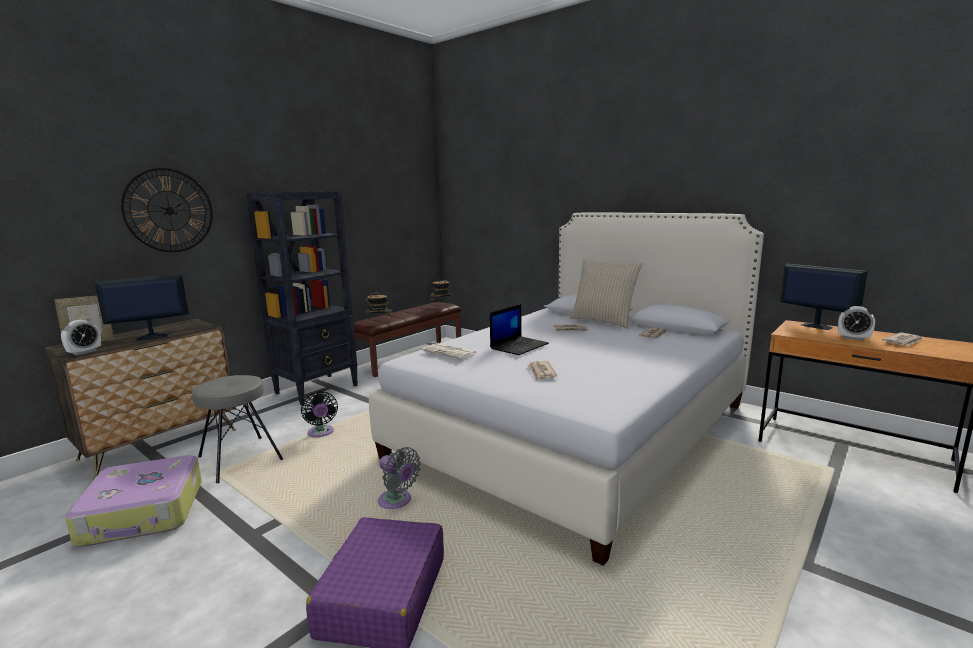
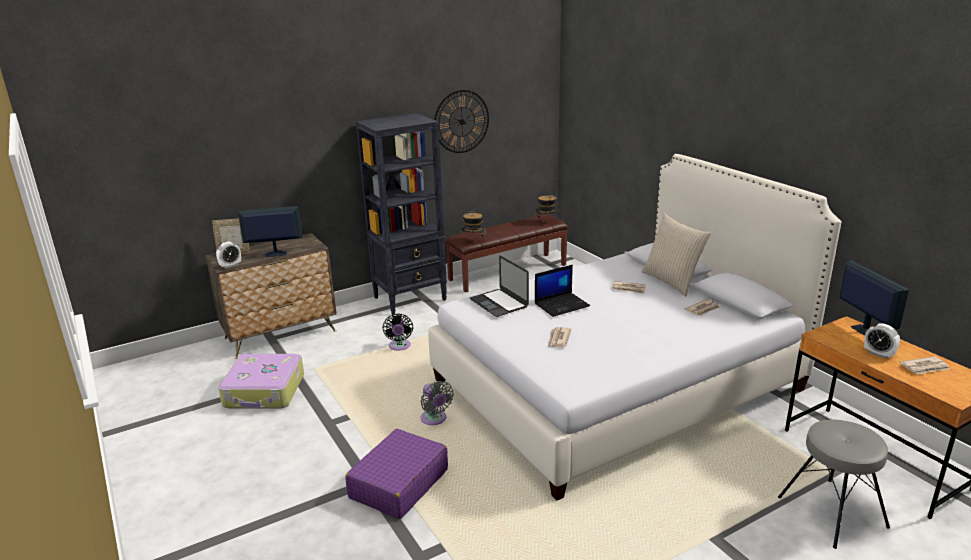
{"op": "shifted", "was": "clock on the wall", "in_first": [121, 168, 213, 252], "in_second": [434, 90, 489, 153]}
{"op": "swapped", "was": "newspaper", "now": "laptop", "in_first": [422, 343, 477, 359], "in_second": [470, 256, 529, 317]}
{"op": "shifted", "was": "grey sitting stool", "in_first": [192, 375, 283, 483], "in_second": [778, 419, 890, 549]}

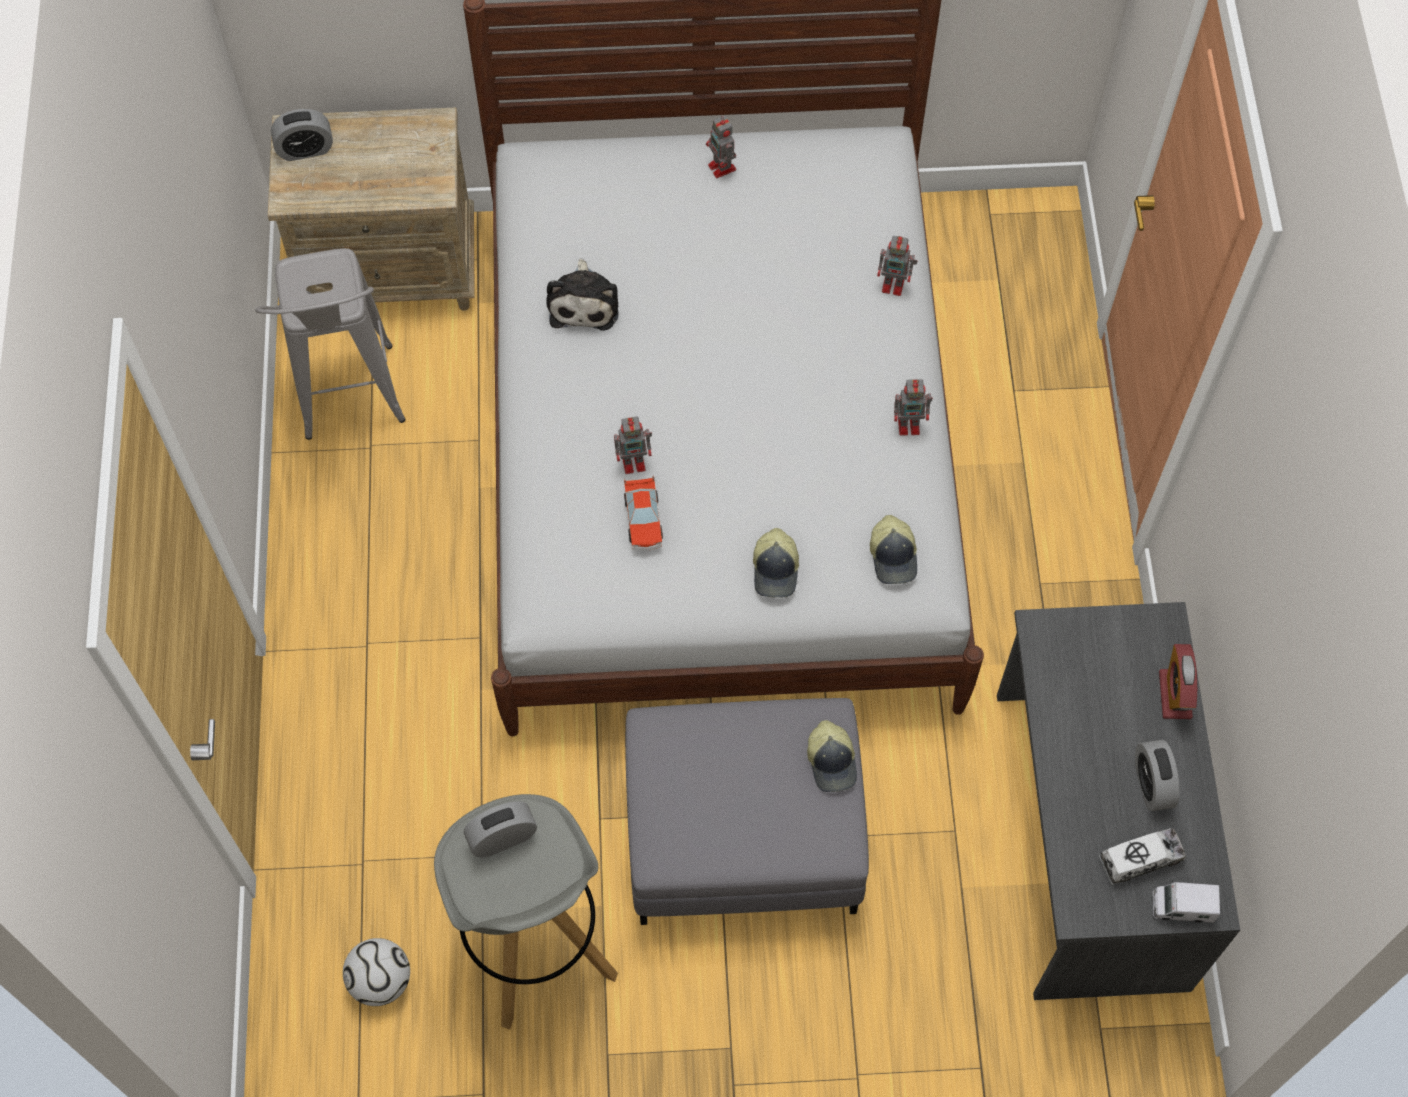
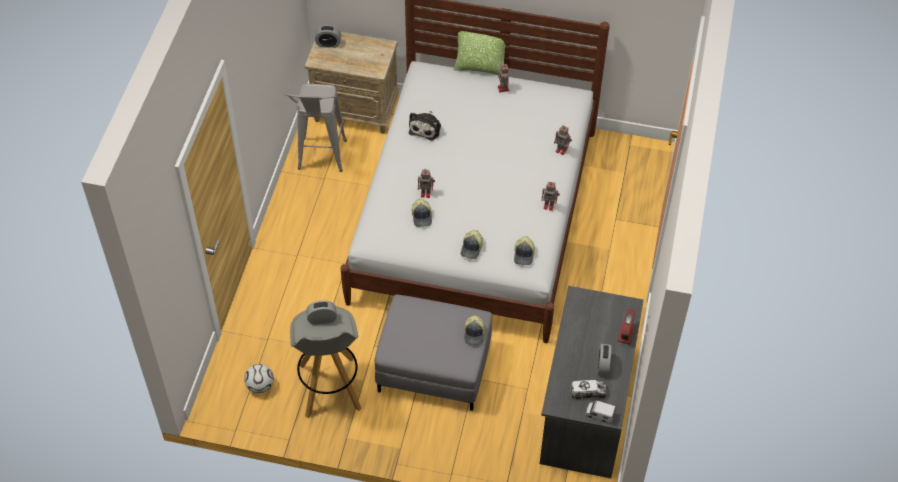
{"op": "swapped", "was": "model car", "now": "baseball cap", "in_first": [624, 476, 663, 551], "in_second": [412, 199, 432, 227]}
{"op": "new", "now": "pillow", "in_second": [454, 25, 506, 75]}

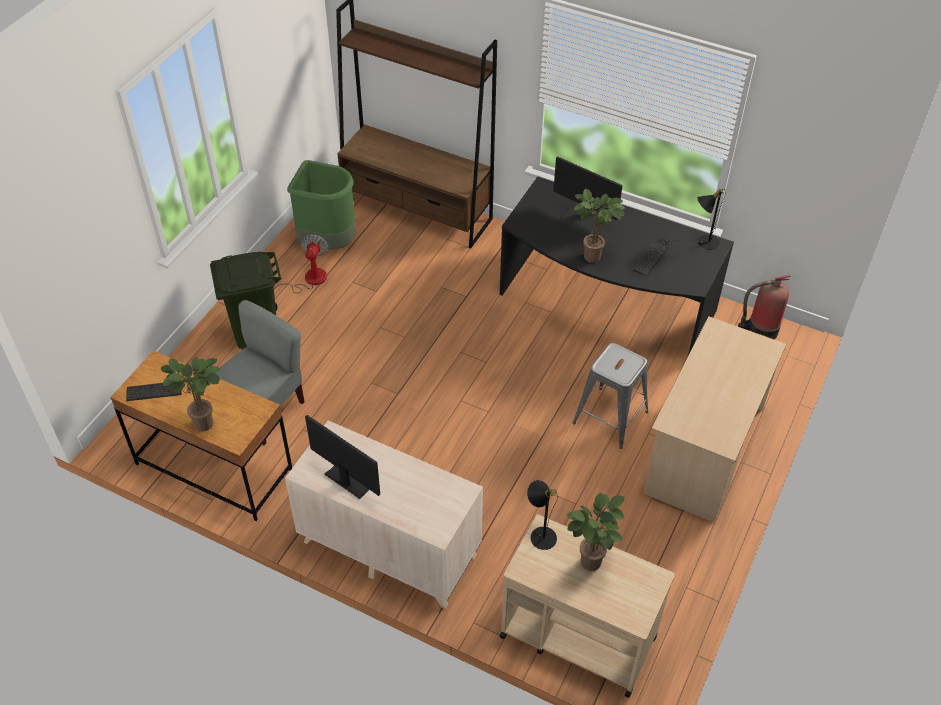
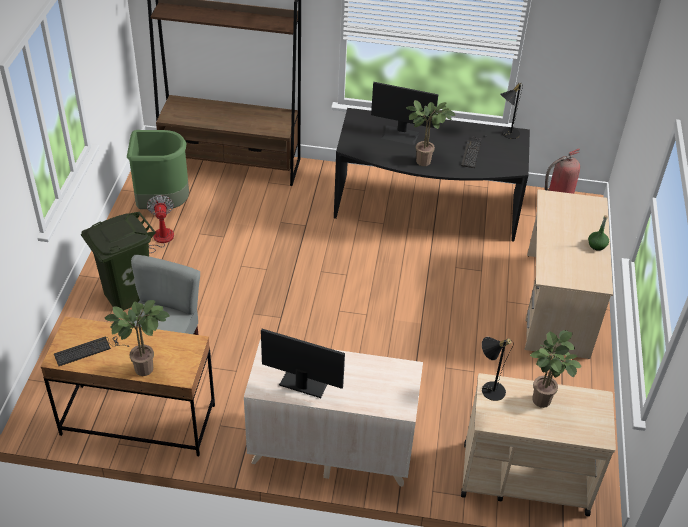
{"op": "new", "now": "greenish beverage bottle", "in_second": [588, 215, 609, 251]}
{"op": "gone", "was": "grey sitting stool", "in_first": [573, 343, 648, 449]}

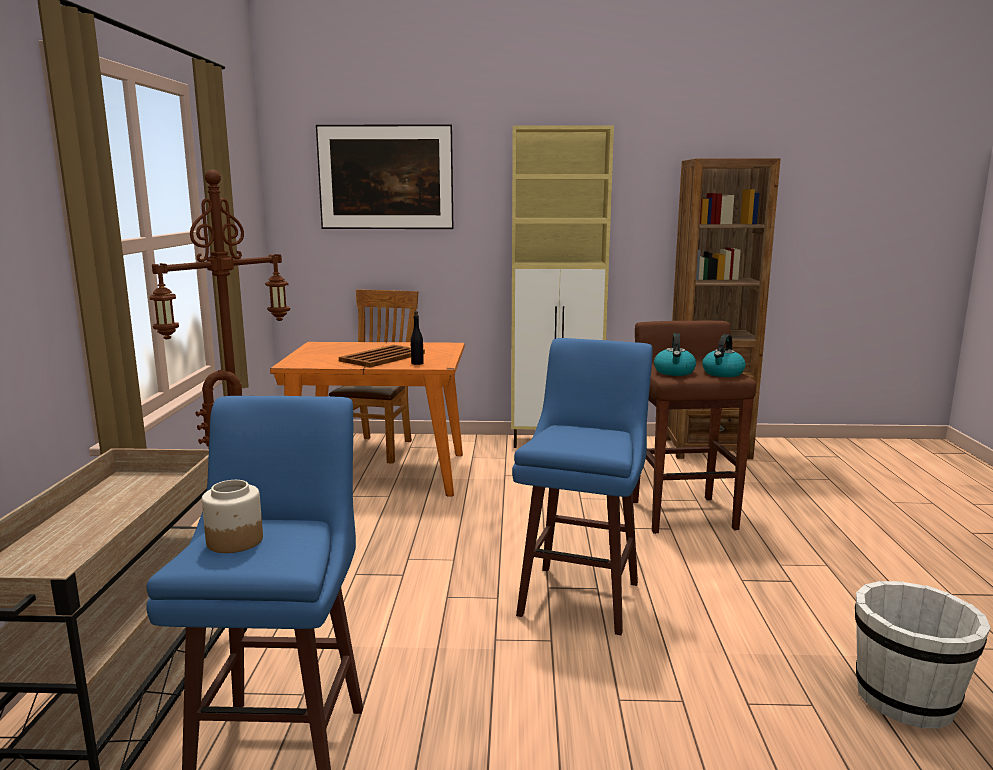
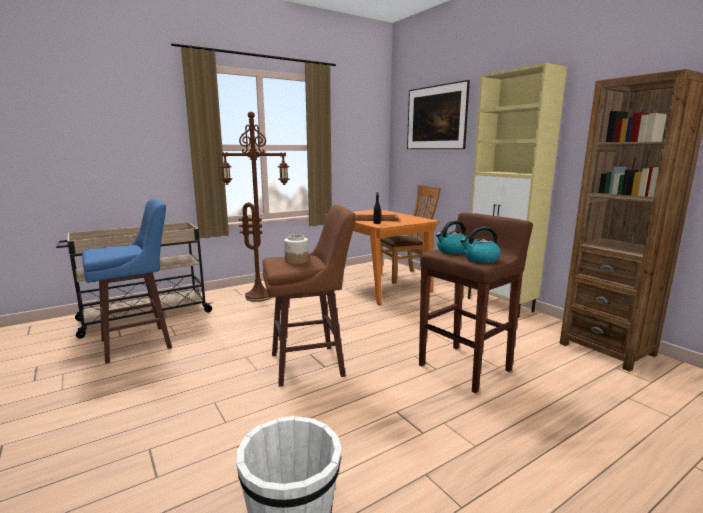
{"op": "repainted", "was": "blue-coloured sitting stool", "now": "brown-coloured sitting stool", "in_first": [512, 338, 653, 635], "in_second": [262, 205, 356, 387]}
{"op": "shifted", "was": "preserve jar", "in_first": [202, 480, 263, 553], "in_second": [284, 235, 309, 264]}

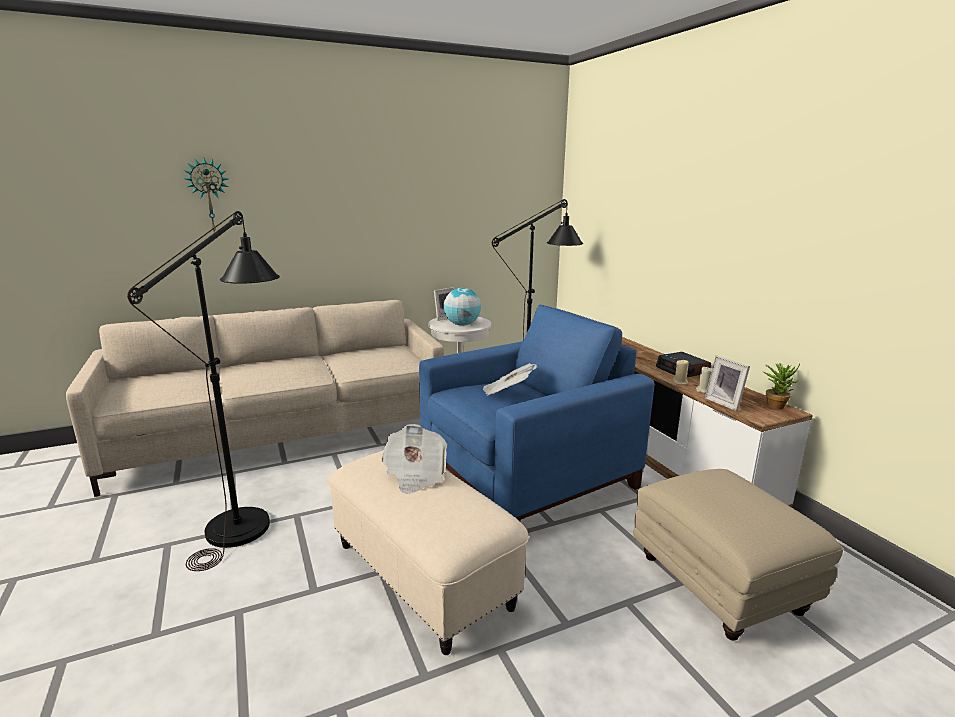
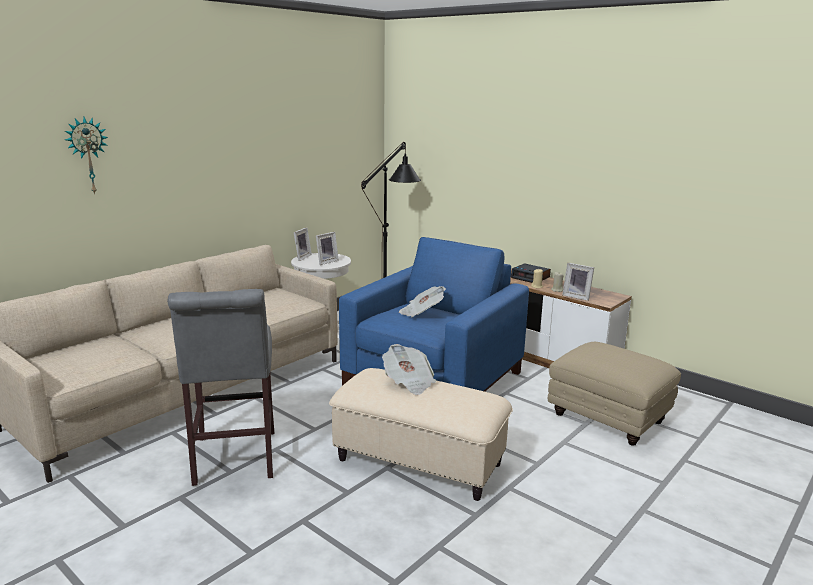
{"op": "swapped", "was": "blackish standard lamp", "now": "grey sitting stool", "in_first": [127, 211, 280, 571], "in_second": [167, 289, 274, 486]}
{"op": "swapped", "was": "desk globe", "now": "standing frame", "in_first": [443, 288, 481, 326], "in_second": [316, 232, 339, 265]}
{"op": "gone", "was": "plant in a pot", "in_first": [764, 363, 800, 409]}

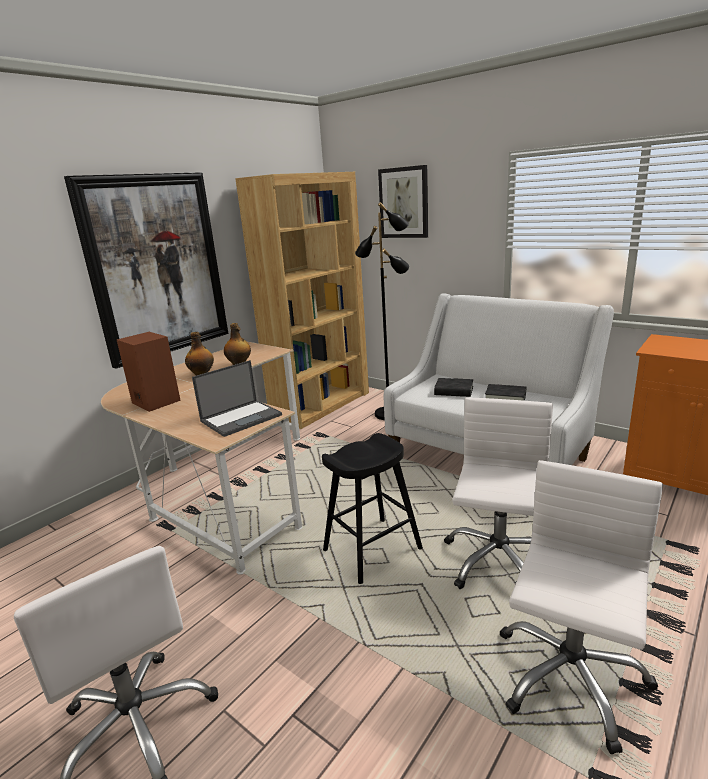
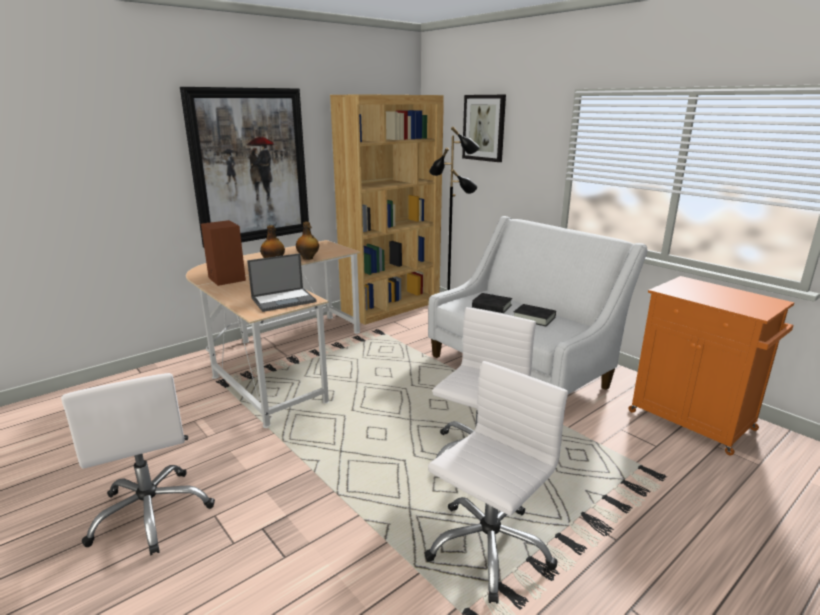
{"op": "gone", "was": "blackish sitting stool", "in_first": [322, 433, 423, 584]}

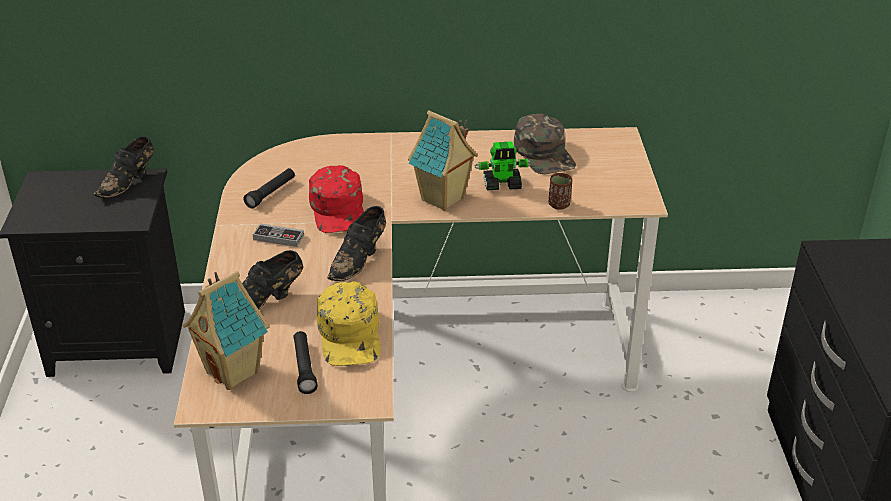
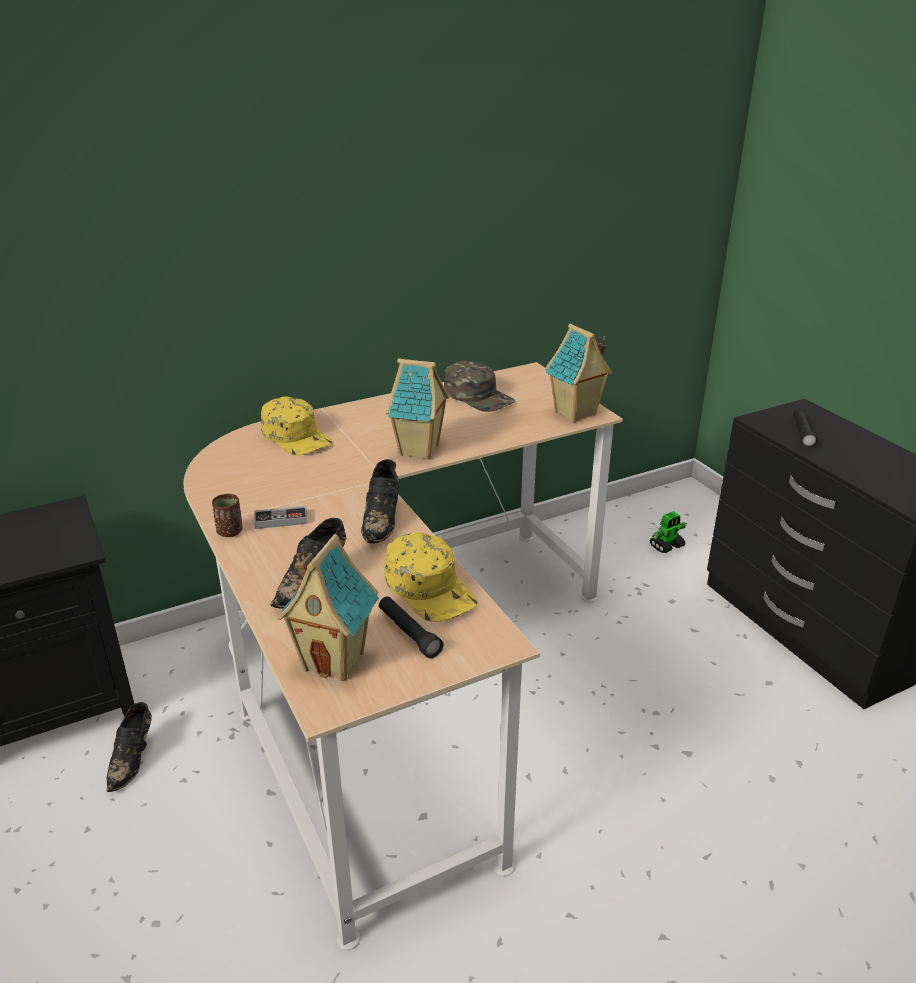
{"op": "shifted", "was": "blackish item of footwear", "in_first": [94, 136, 154, 198], "in_second": [106, 702, 152, 792]}
{"op": "shifted", "was": "brown-coloured cup", "in_first": [548, 173, 572, 210], "in_second": [212, 494, 242, 537]}
{"op": "new", "now": "yellow-coloured baseball cap", "in_second": [261, 397, 332, 455]}
{"op": "new", "now": "toy house", "in_second": [545, 324, 613, 423]}
{"op": "shifted", "was": "model robot", "in_first": [475, 141, 533, 190], "in_second": [650, 511, 687, 553]}
{"op": "shifted", "was": "blackish hand torch", "in_first": [243, 168, 295, 209], "in_second": [793, 409, 818, 448]}
{"op": "gone", "was": "red-coloured baseball cap", "in_first": [309, 165, 364, 233]}

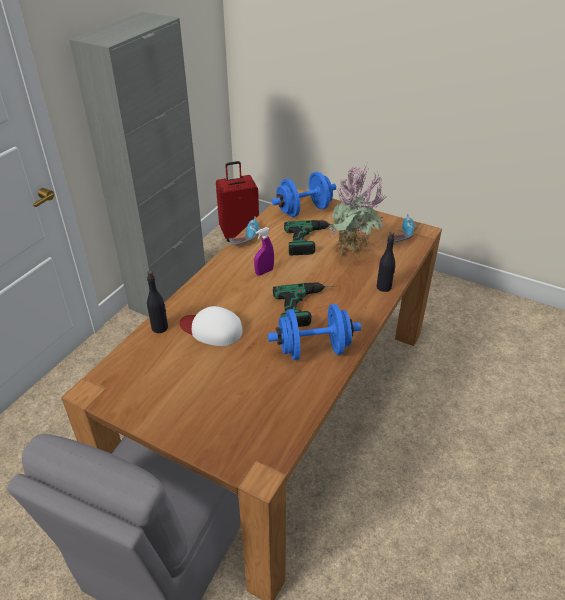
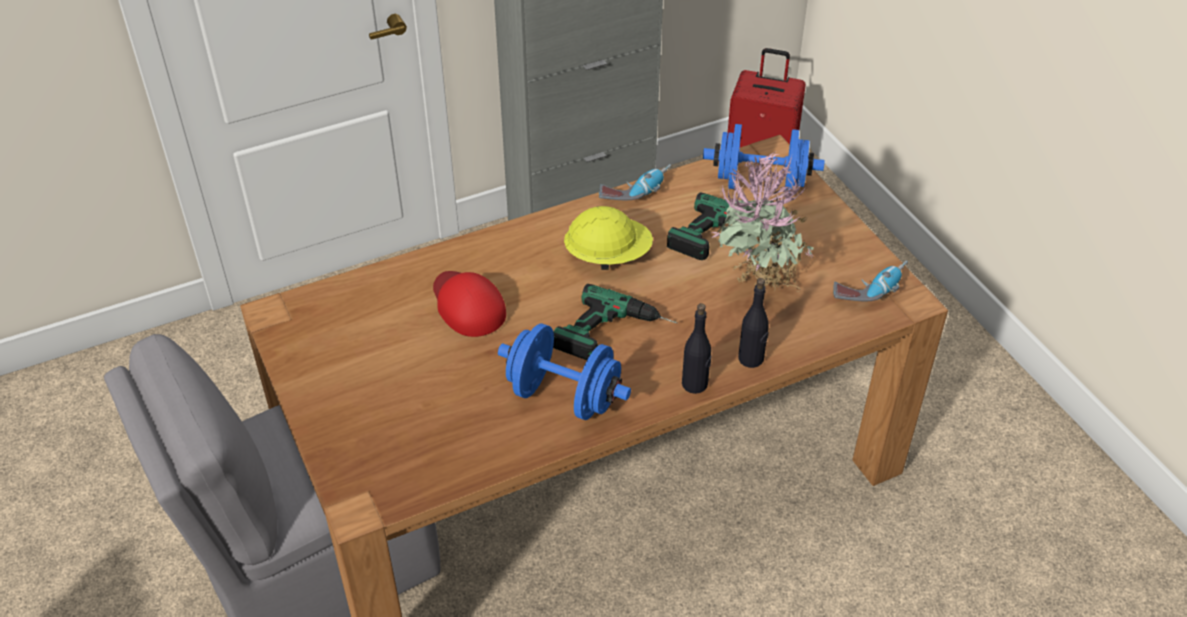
{"op": "repainted", "was": "white-coloured baseball cap", "now": "red-coloured baseball cap", "in_first": [180, 306, 243, 346], "in_second": [433, 271, 506, 337]}
{"op": "swapped", "was": "purple hand sprayer", "now": "yellow-coloured hard hat", "in_first": [254, 227, 274, 276], "in_second": [564, 206, 653, 270]}
{"op": "shifted", "was": "blackish beverage bottle", "in_first": [147, 271, 168, 333], "in_second": [682, 303, 712, 394]}

